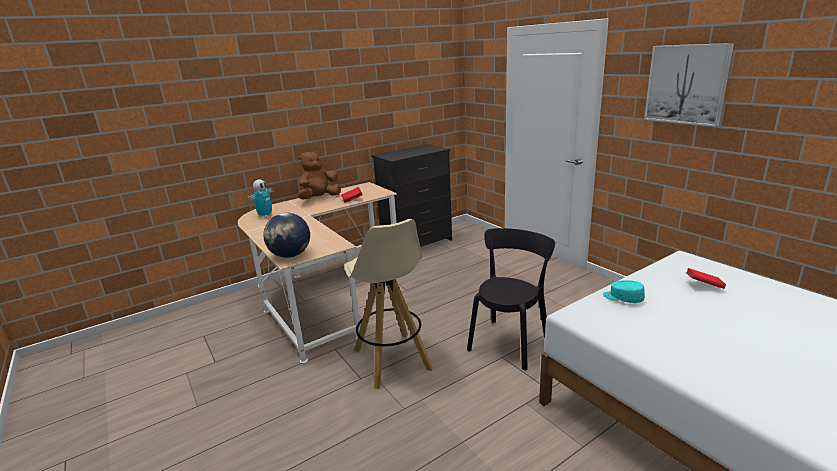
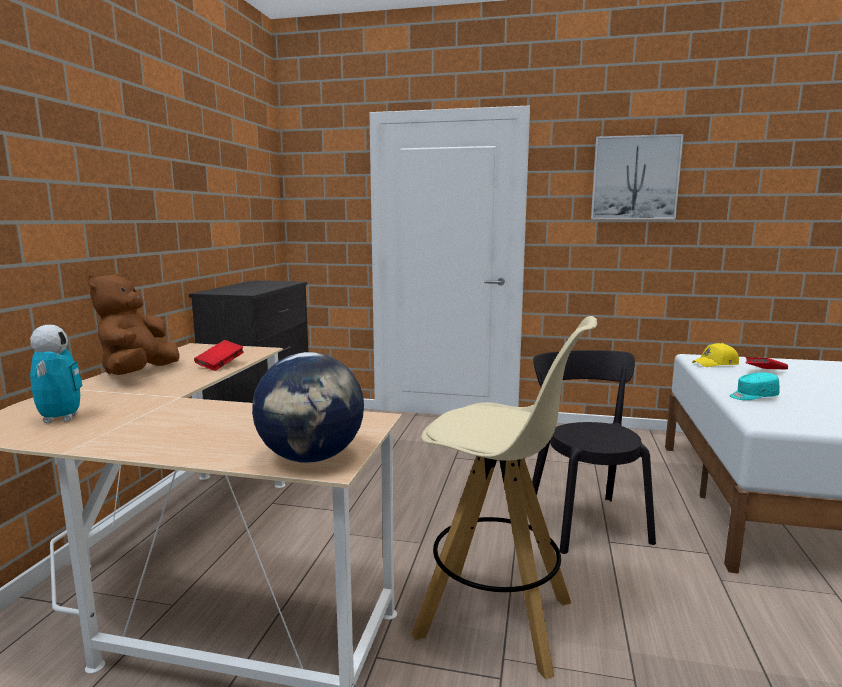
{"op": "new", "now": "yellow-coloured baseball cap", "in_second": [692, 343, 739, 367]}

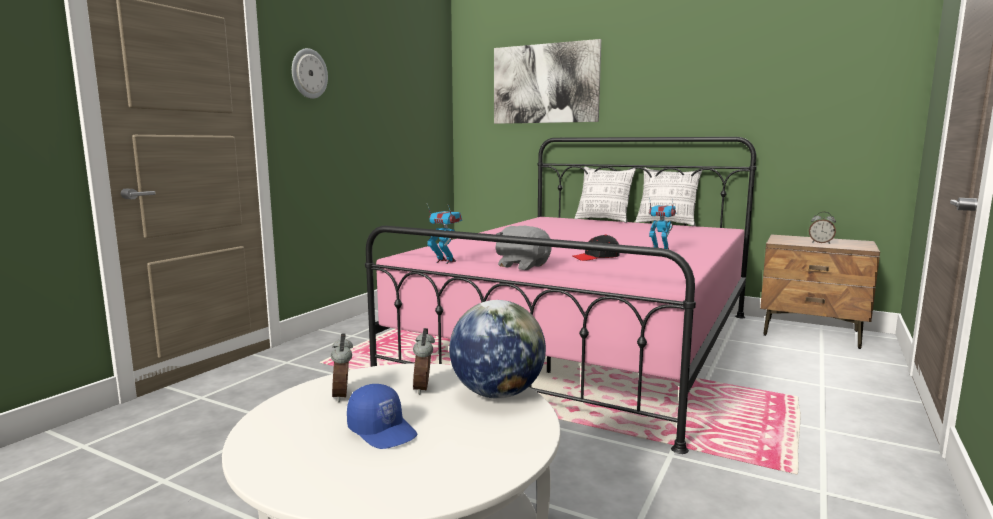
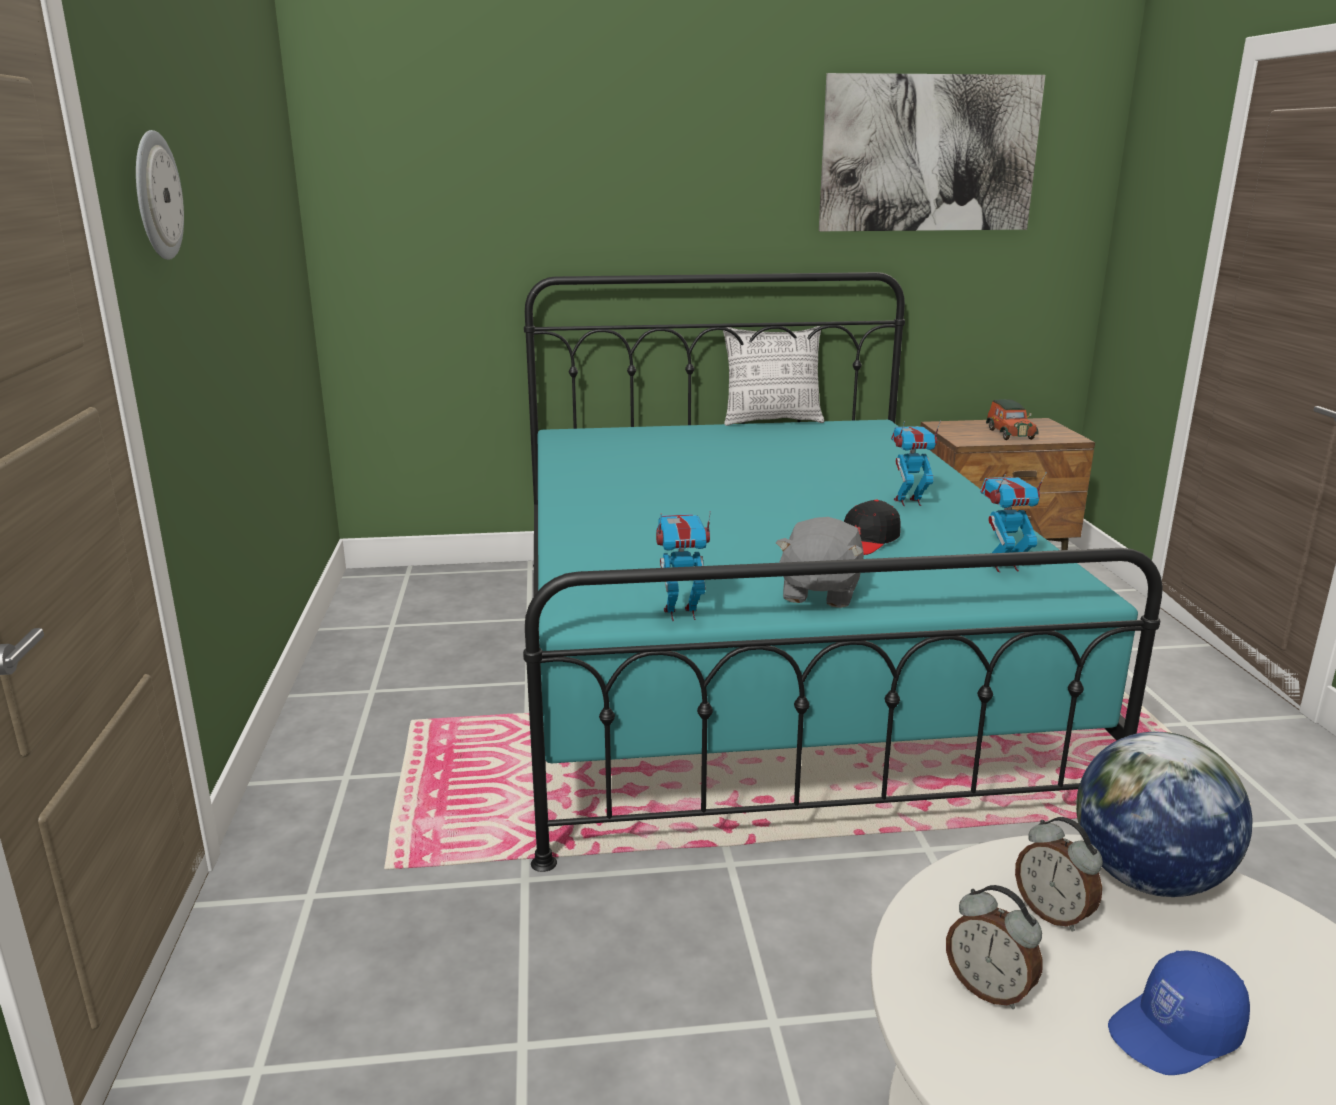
{"op": "repainted", "was": "pink-coloured bed", "now": "blue-green bed", "in_first": [365, 137, 756, 454], "in_second": [523, 272, 1163, 872]}
{"op": "rotated", "was": "grey cuddly toy", "in_first": [495, 226, 552, 270], "in_second": [776, 517, 864, 608], "clockwise": -75}
{"op": "shifted", "was": "wall art", "in_first": [494, 39, 601, 124], "in_second": [819, 73, 1045, 231]}
{"op": "new", "now": "model robot", "in_second": [980, 472, 1047, 573]}
{"op": "swapped", "was": "table clock", "now": "model car", "in_first": [809, 212, 836, 244], "in_second": [986, 399, 1039, 440]}
{"op": "rotated", "was": "blue-coloured baseball cap", "in_first": [347, 384, 417, 449], "in_second": [1108, 951, 1250, 1075], "clockwise": 150}
{"op": "gone", "was": "pillow", "in_first": [575, 167, 636, 223]}

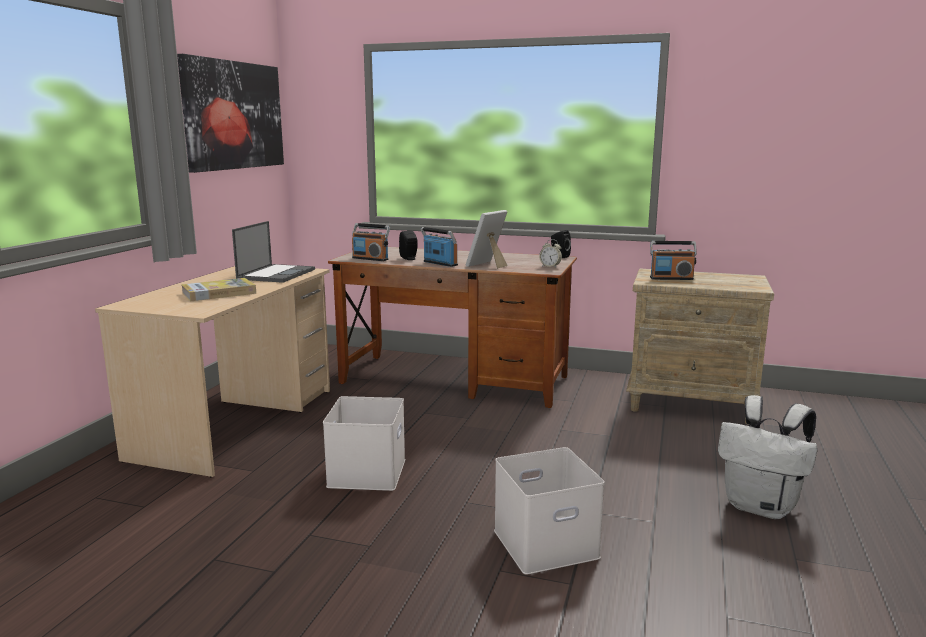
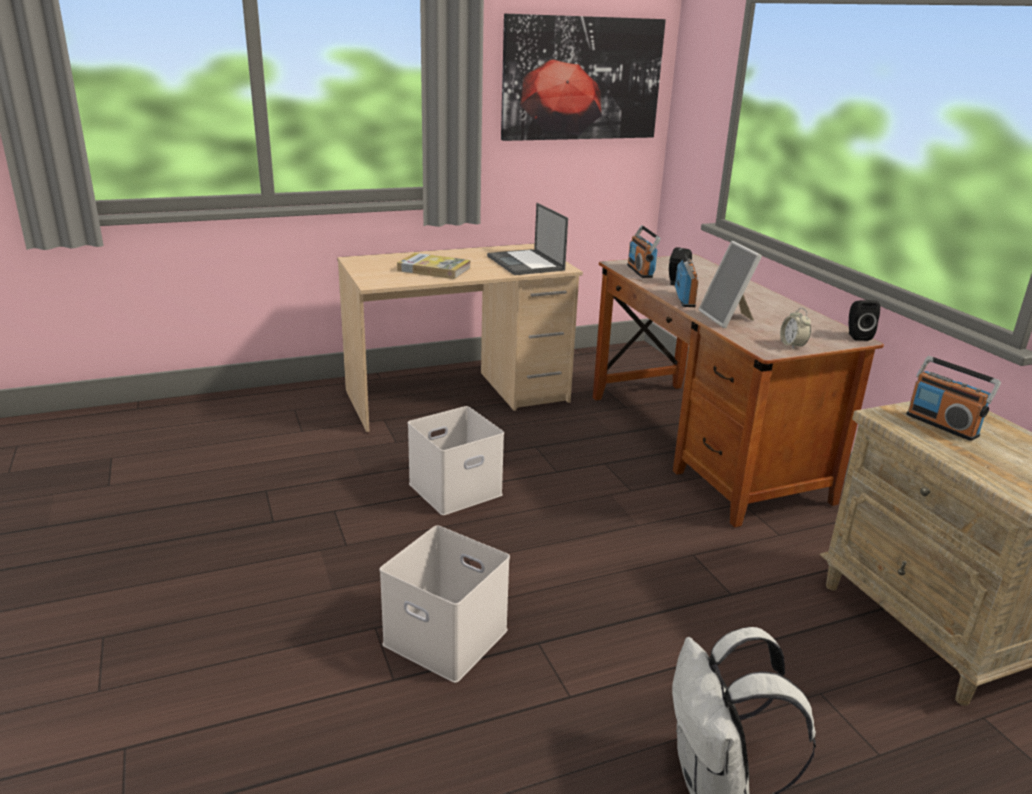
{"op": "rotated", "was": "laptop", "in_first": [232, 221, 315, 283], "in_second": [487, 203, 568, 275], "clockwise": 90}
{"op": "rotated", "was": "standing frame", "in_first": [466, 210, 508, 269], "in_second": [698, 241, 762, 328], "clockwise": -105}

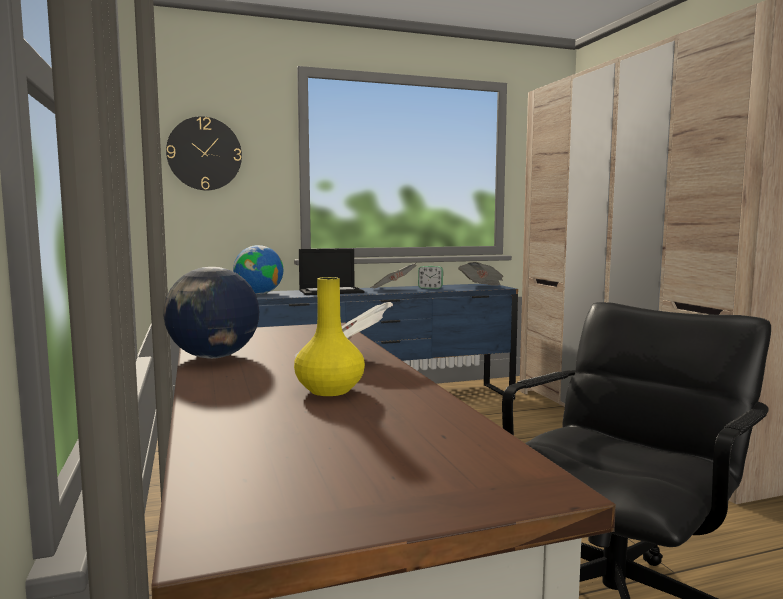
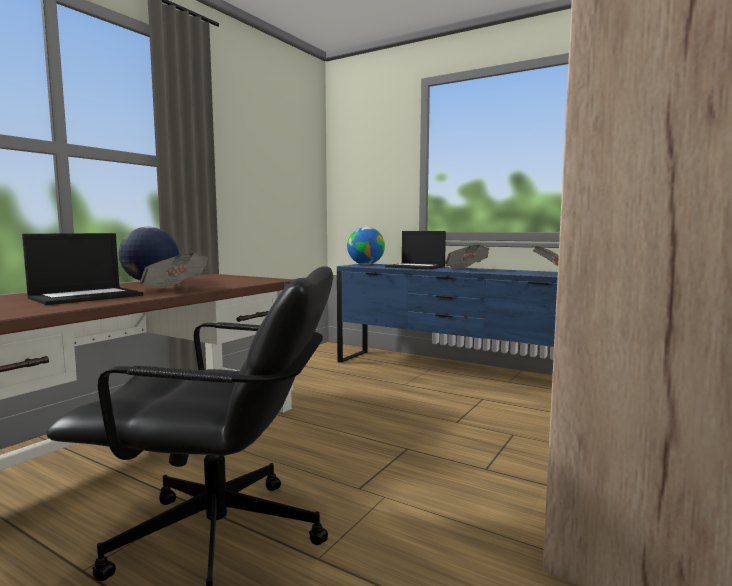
{"op": "swapped", "was": "yellow-coloured vase", "now": "laptop", "in_first": [294, 277, 365, 396], "in_second": [22, 233, 143, 305]}
{"op": "gone", "was": "clock on the wall", "in_first": [166, 116, 242, 190]}
{"op": "gone", "was": "table clock", "in_first": [418, 266, 443, 289]}

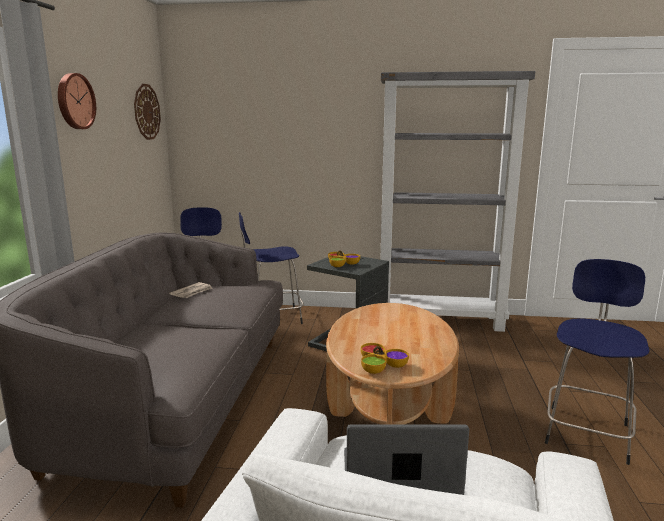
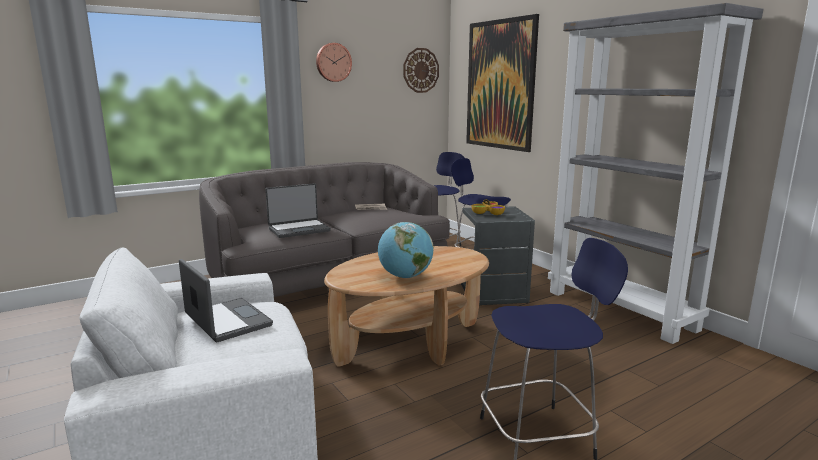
{"op": "new", "now": "laptop", "in_second": [265, 183, 331, 238]}
{"op": "new", "now": "desk globe", "in_second": [378, 222, 433, 278]}
{"op": "new", "now": "wall art", "in_second": [466, 14, 539, 152]}
{"op": "gone", "was": "serving bowl", "in_first": [361, 343, 409, 374]}

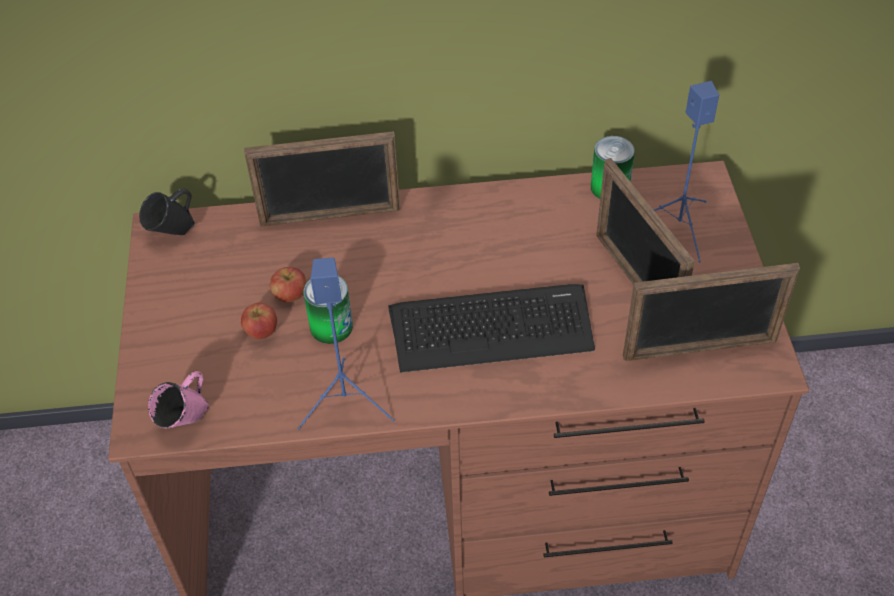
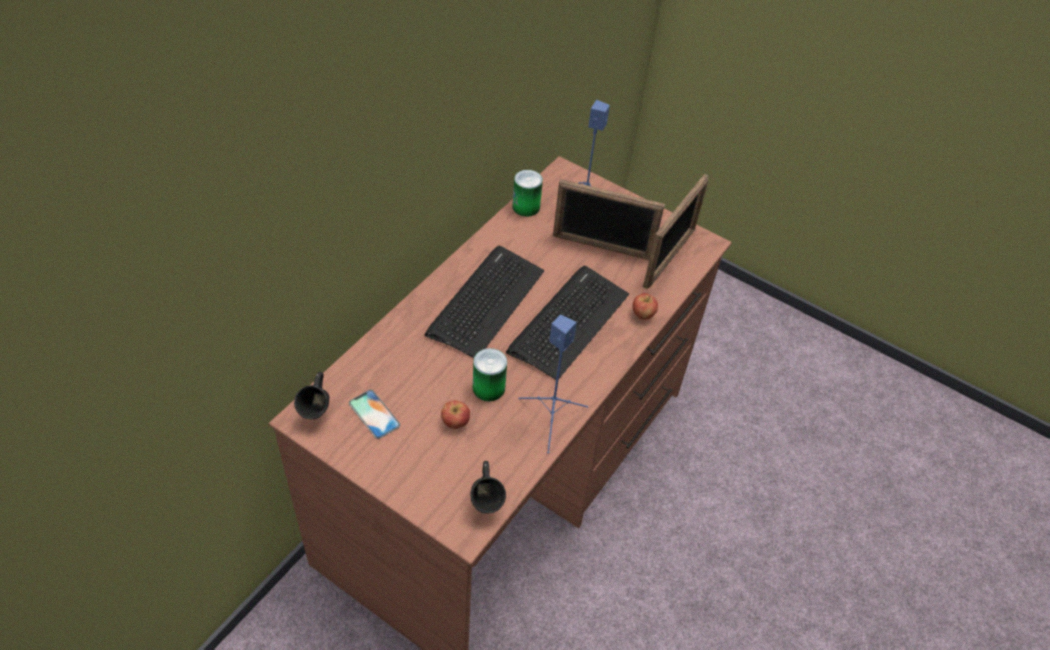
{"op": "new", "now": "phone", "in_second": [349, 390, 401, 439]}
{"op": "new", "now": "computer keyboard", "in_second": [425, 245, 544, 358]}
{"op": "repainted", "was": "pink-coloured coffee mug", "now": "blackish coffee mug", "in_first": [148, 371, 209, 428], "in_second": [470, 461, 506, 514]}
{"op": "shifted", "was": "whole apple", "in_first": [270, 267, 306, 303], "in_second": [633, 293, 658, 320]}
{"op": "gone", "was": "standing frame", "in_first": [244, 131, 400, 227]}

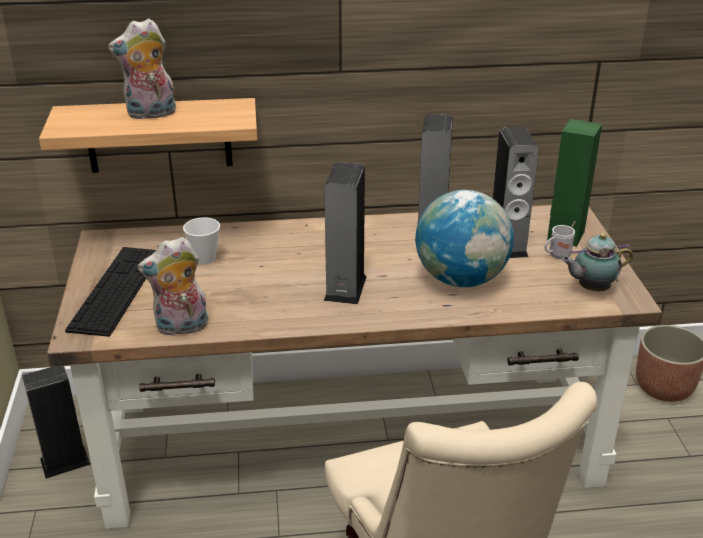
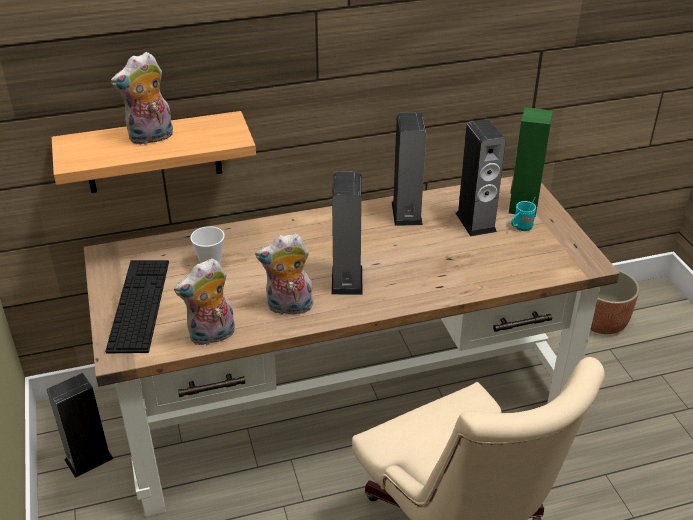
{"op": "new", "now": "cuddly toy", "in_second": [255, 234, 313, 315]}
{"op": "repainted", "was": "white-coloured coffee mug", "now": "blue-green coffee mug", "in_first": [545, 221, 576, 259], "in_second": [511, 197, 536, 231]}
{"op": "gone", "was": "desk globe", "in_first": [415, 190, 514, 287]}
{"op": "gone", "was": "pot for tea", "in_first": [561, 233, 633, 291]}

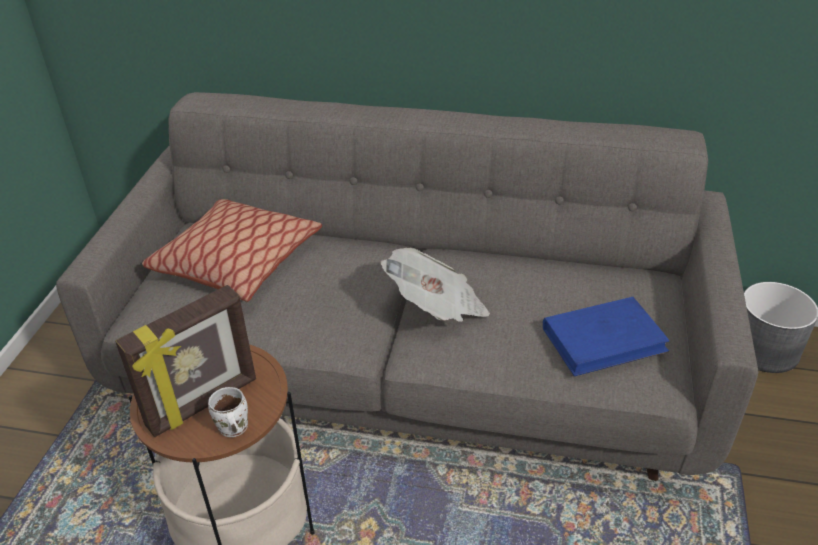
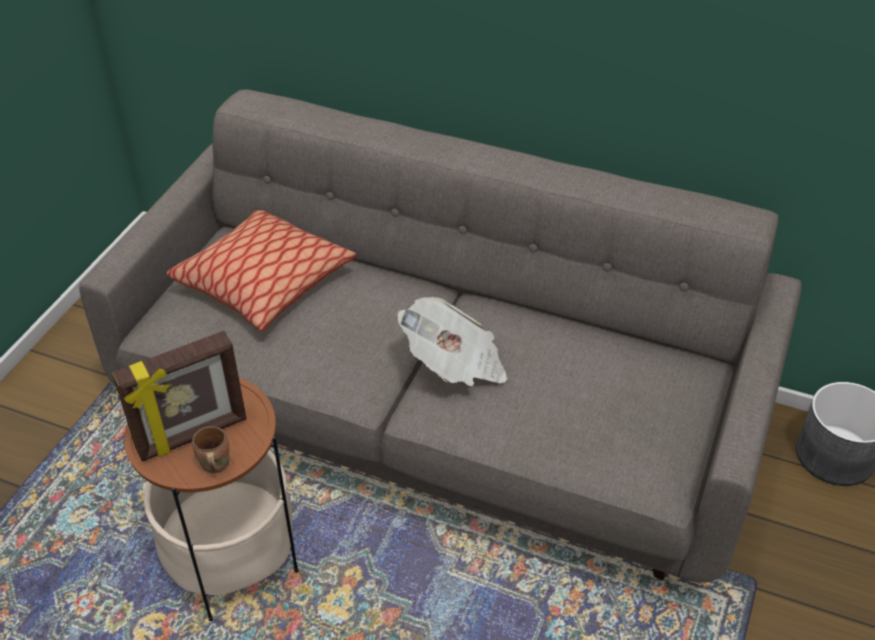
{"op": "repainted", "was": "white-coloured coffee mug", "now": "brown-coloured coffee mug", "in_first": [208, 387, 248, 437], "in_second": [192, 426, 229, 474]}
{"op": "gone", "was": "blue-coloured volume", "in_first": [543, 297, 670, 376]}

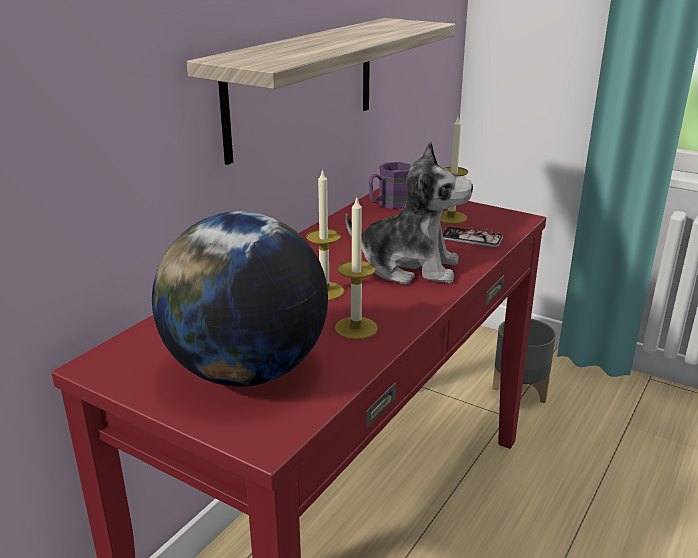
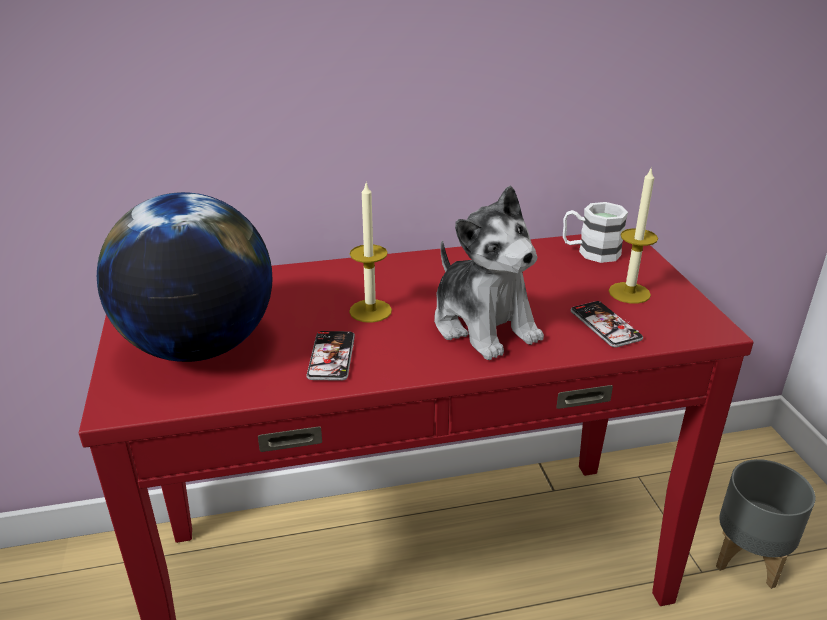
{"op": "swapped", "was": "wax candle", "now": "phone", "in_first": [335, 198, 378, 340], "in_second": [306, 331, 355, 381]}
{"op": "repainted", "was": "purple coffee mug", "now": "white-coloured coffee mug", "in_first": [369, 162, 411, 209], "in_second": [563, 202, 628, 263]}
{"op": "gone", "was": "wall shelf", "in_first": [187, 18, 455, 165]}

